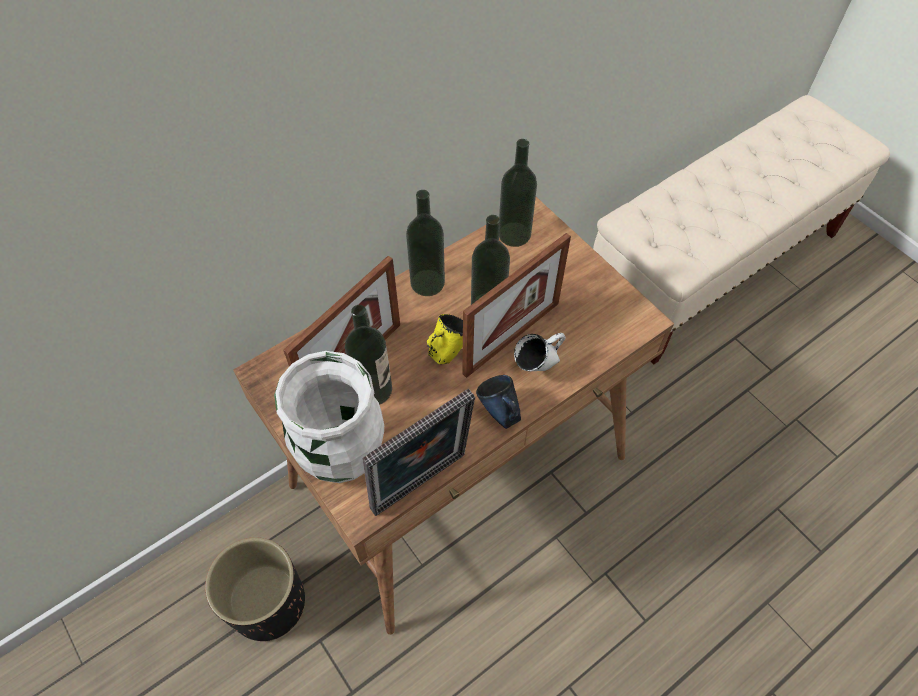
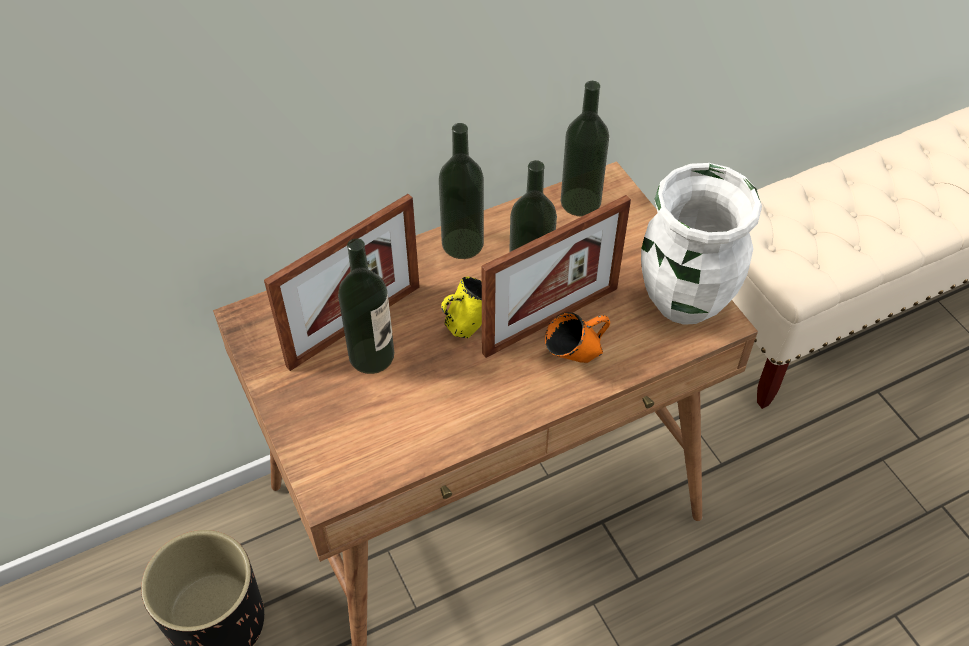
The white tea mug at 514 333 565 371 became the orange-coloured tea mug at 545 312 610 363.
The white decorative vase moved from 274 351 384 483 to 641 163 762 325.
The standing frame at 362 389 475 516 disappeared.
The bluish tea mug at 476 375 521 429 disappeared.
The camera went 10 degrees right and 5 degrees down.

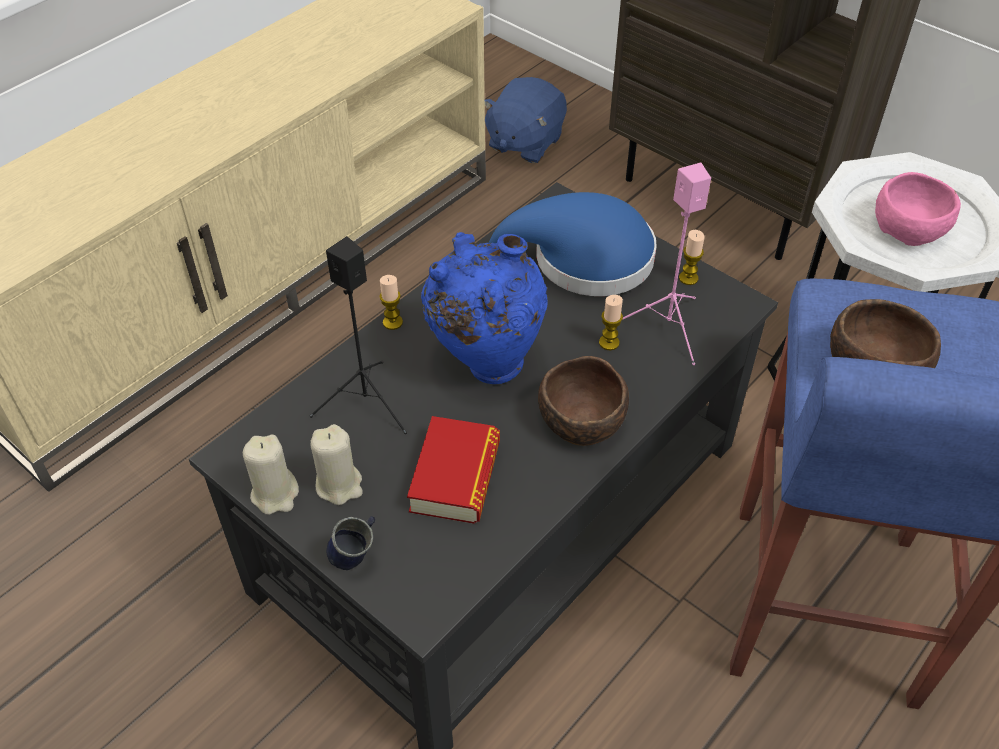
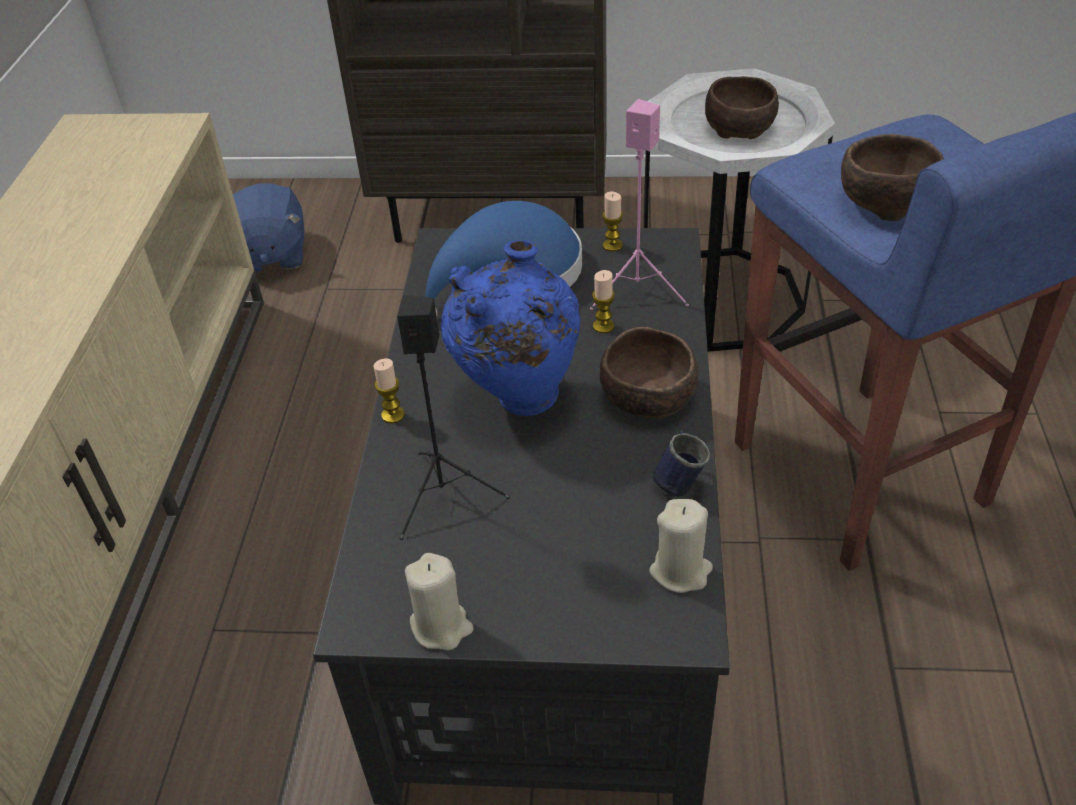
The sand-coloured candle moved from 310 424 363 505 to 649 499 713 593.
The bluish tea mug moved from 326 516 375 570 to 652 430 710 497.
The pinkish deep dish at 875 172 961 246 became the brown deep dish at 705 76 779 139.
The book at 407 416 500 524 disappeared.
The camera went 35 degrees left and 5 degrees down.

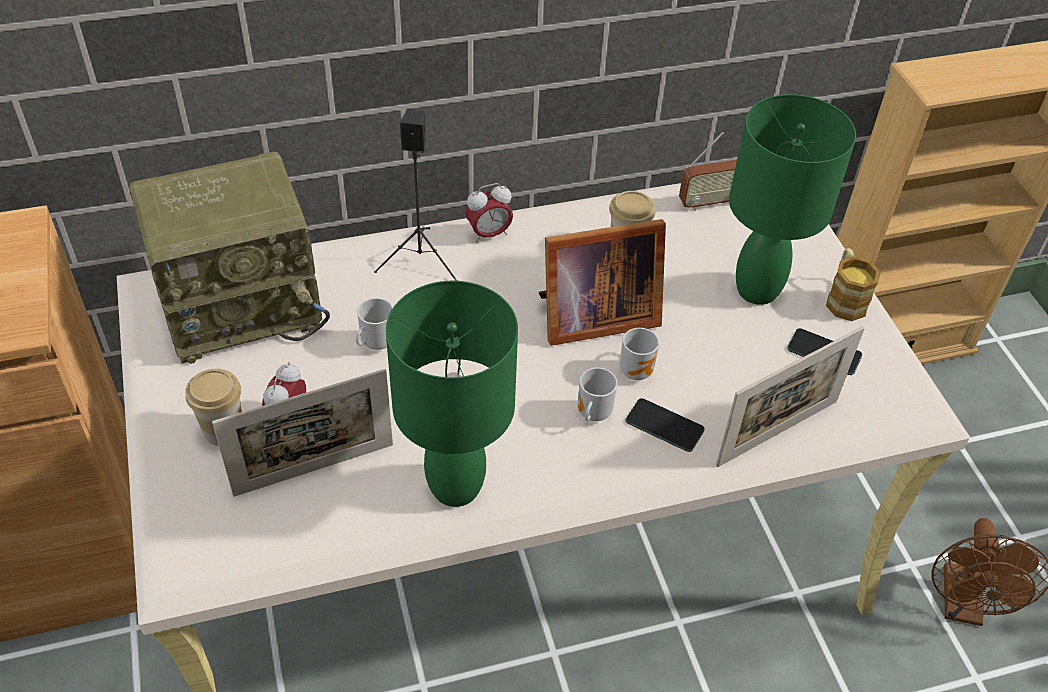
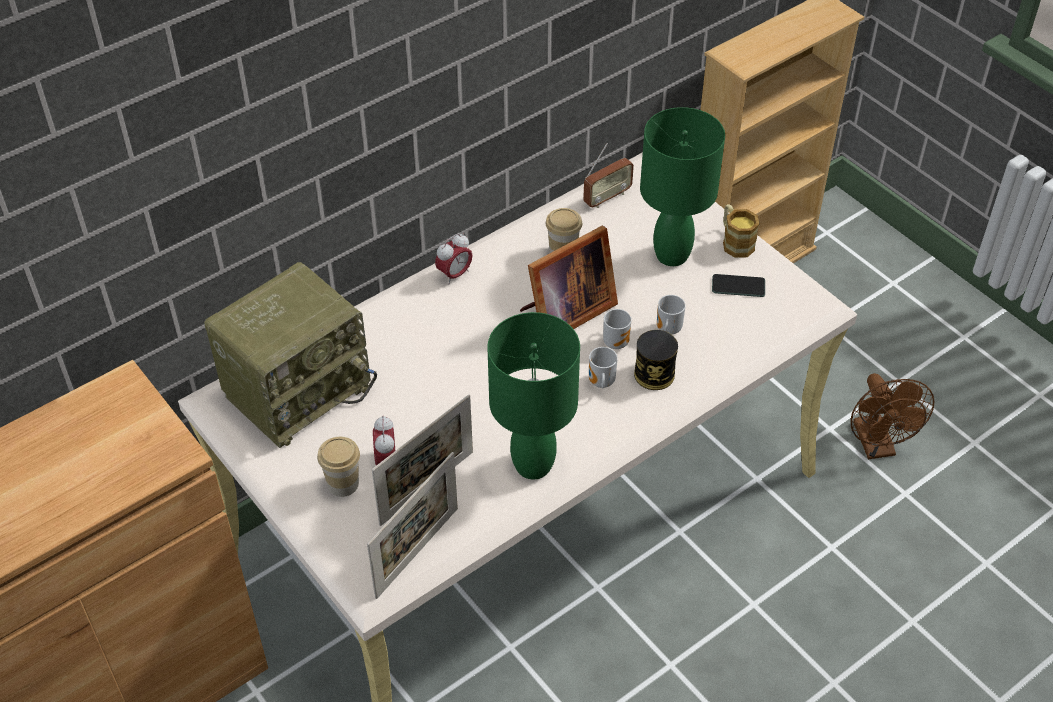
The standing frame moved from 716 326 865 467 to 367 452 458 599.
The phone at 626 398 705 452 was replaced by the can at 634 330 678 390.
The tea mug moved from 356 298 393 350 to 657 295 686 335.
The black audio speaker at 374 110 458 281 disappeared.
The camera went 20 degrees left and 0 degrees up.

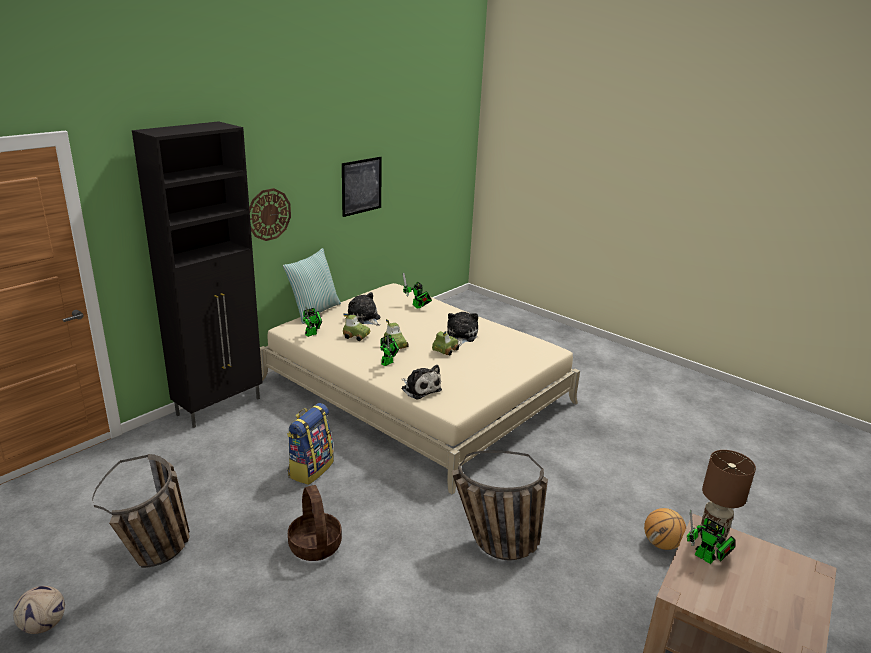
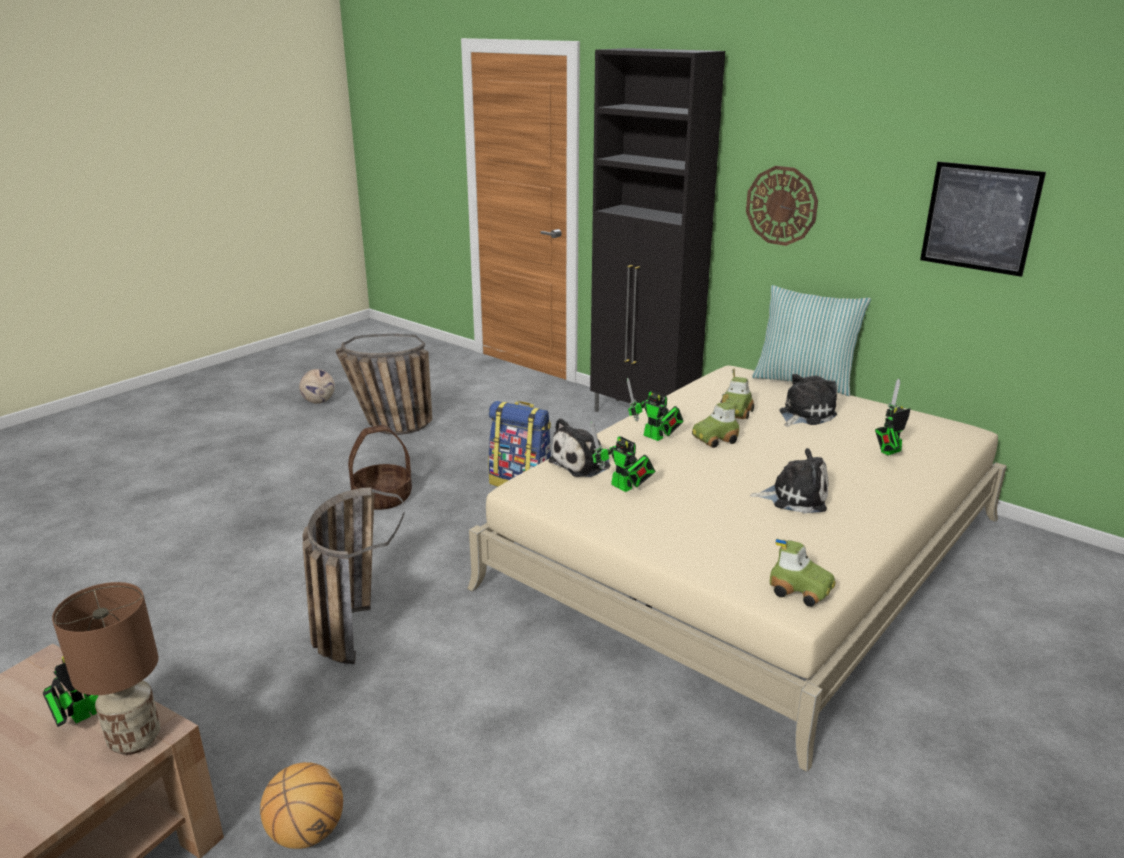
The model robot moved from 303 307 322 337 to 590 421 655 492.
The model car moved from 432 331 459 356 to 770 539 836 607.
The camera went 90 degrees right and 0 degrees up.

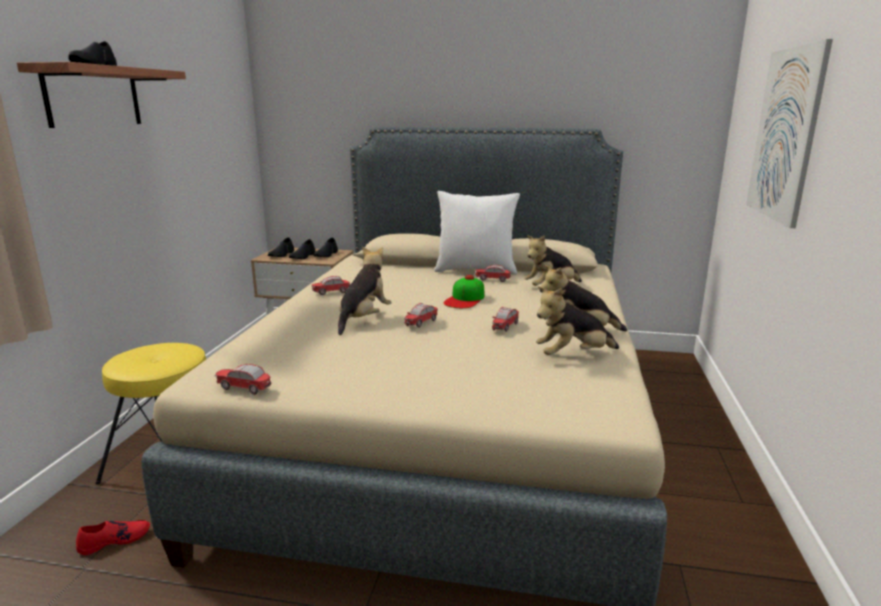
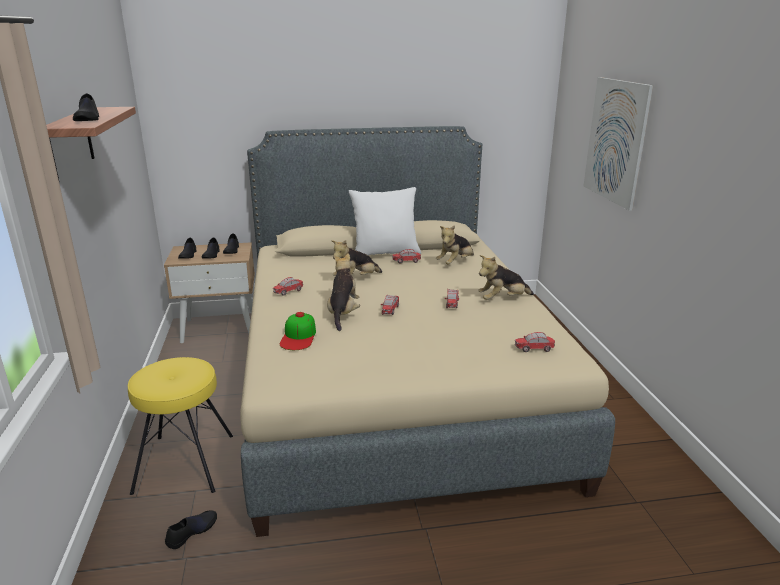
The red-coloured shoe at 76 520 150 555 became the black shoe at 165 510 217 549.
The peaked cap moved from 443 275 484 308 to 280 312 316 350.
The cuddly toy moved from 536 286 619 355 to 331 240 382 276.
The model car moved from 215 364 272 395 to 515 332 555 352.
The camera went 20 degrees left and 5 degrees up.

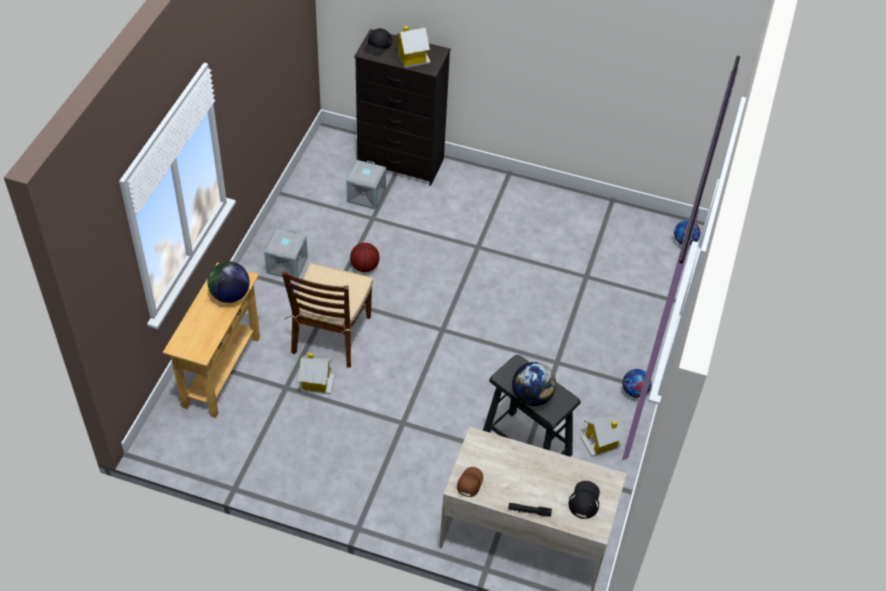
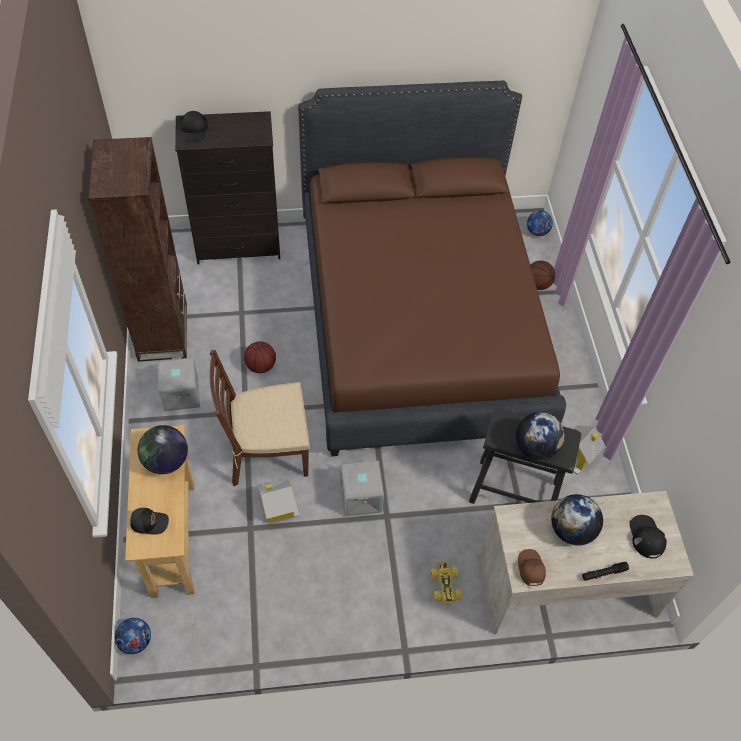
The brown bookshelf at 88 137 187 362 appeared.
The ball for football moved from 622 369 652 398 to 115 618 151 654.
The black peaked cap at 130 508 169 535 appeared.
The brown plain chair at 282 263 373 368 turned 90 degrees clockwise.
The brown sleeping bed at 298 81 566 456 appeared.
The grey storage box moved from 346 160 386 210 to 340 460 384 517.
The yellow model car at 431 562 462 603 appeared.
The basketball at 530 261 555 290 appeared.
The desk globe at 551 494 603 546 appeared.
The toy house at 395 26 430 68 disappeared.
The camera went 25 degrees left and 5 degrees up.

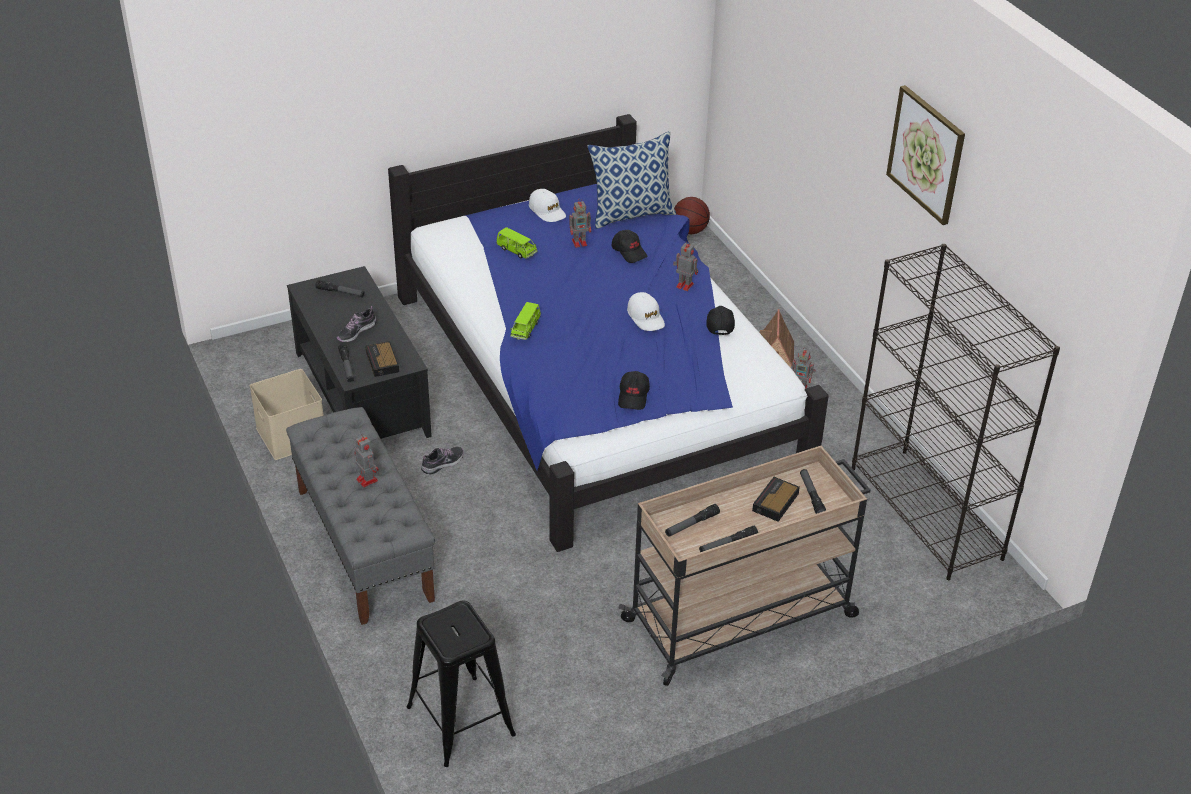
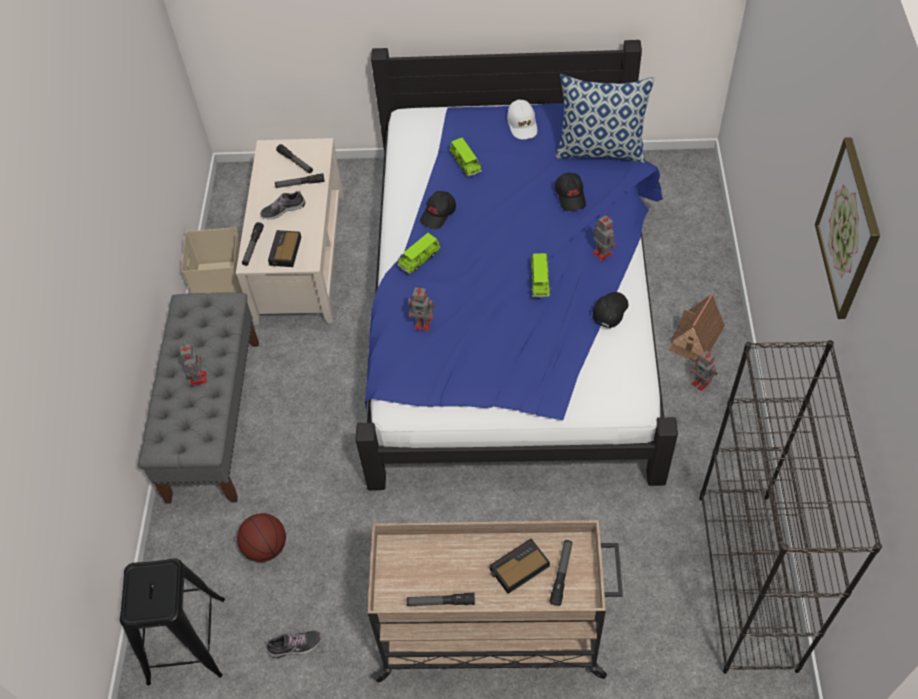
The black coffee table at 287 266 432 439 became the sand-coloured coffee table at 236 138 344 325.
The basketball moved from 674 197 710 234 to 237 513 286 562.
The shoe moved from 421 447 464 474 to 267 631 322 658.
The hand torch moved from 665 504 720 537 to 275 173 325 188.
The model robot moved from 569 198 591 248 to 408 287 436 331.
The black peaked cap moved from 618 371 650 410 to 420 191 456 229.
The white peaked cap at 627 292 665 331 was replaced by the greenish model car at 531 253 551 298.
The camera went 30 degrees right and 15 degrees up.

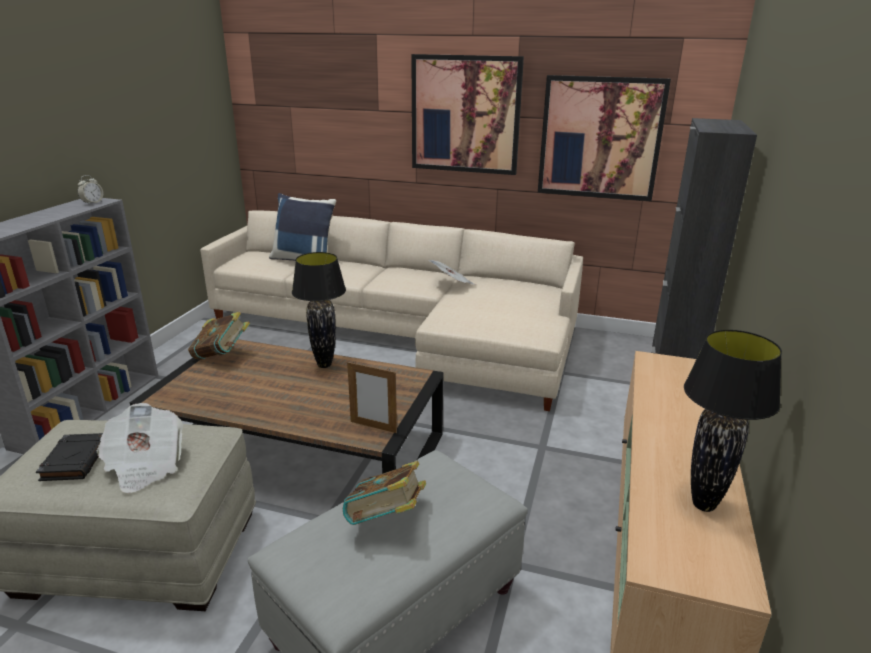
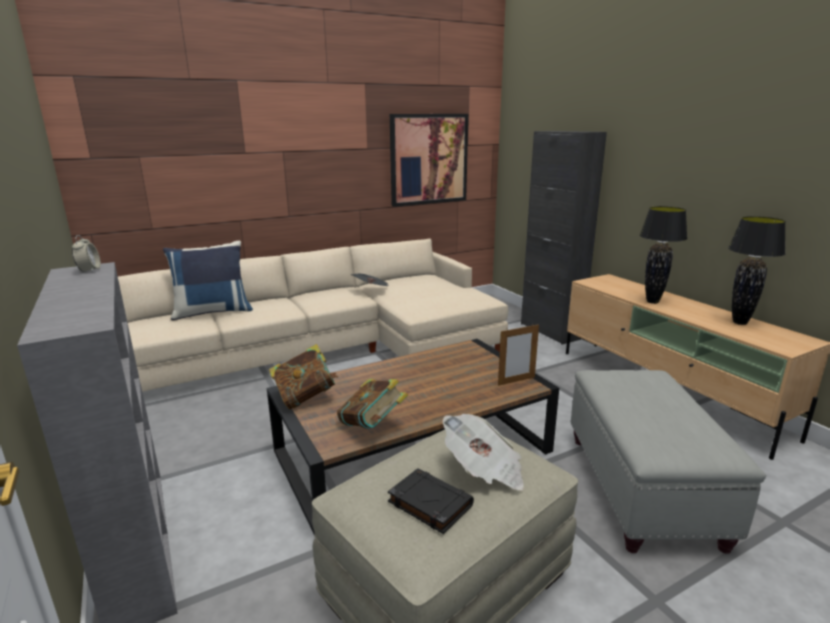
The book moved from 343 461 426 525 to 337 379 408 429.
The black lamp for a table moved from 292 252 346 368 to 640 206 687 304.
The wall picture at 411 54 524 175 disappeared.
The camera went 45 degrees left and 5 degrees down.

